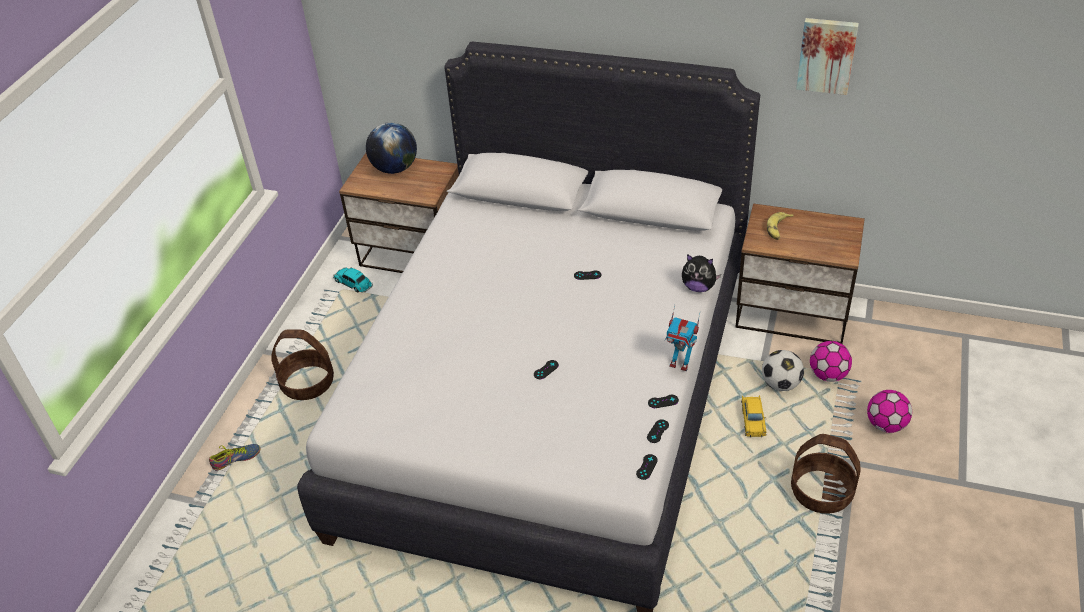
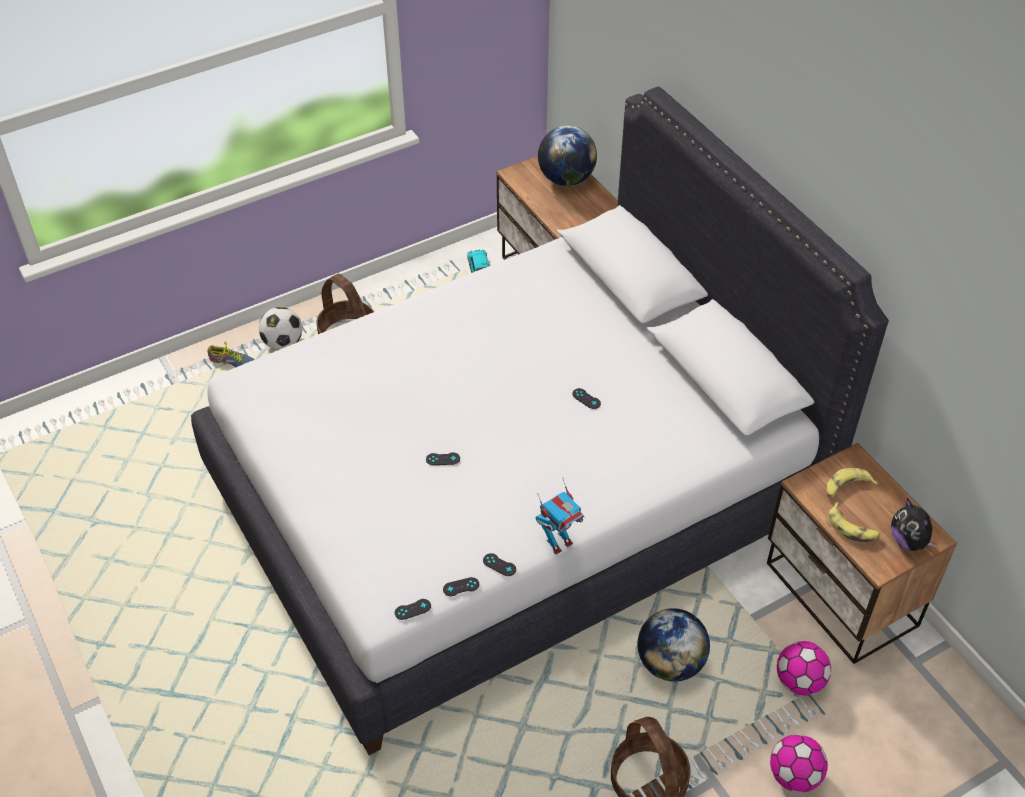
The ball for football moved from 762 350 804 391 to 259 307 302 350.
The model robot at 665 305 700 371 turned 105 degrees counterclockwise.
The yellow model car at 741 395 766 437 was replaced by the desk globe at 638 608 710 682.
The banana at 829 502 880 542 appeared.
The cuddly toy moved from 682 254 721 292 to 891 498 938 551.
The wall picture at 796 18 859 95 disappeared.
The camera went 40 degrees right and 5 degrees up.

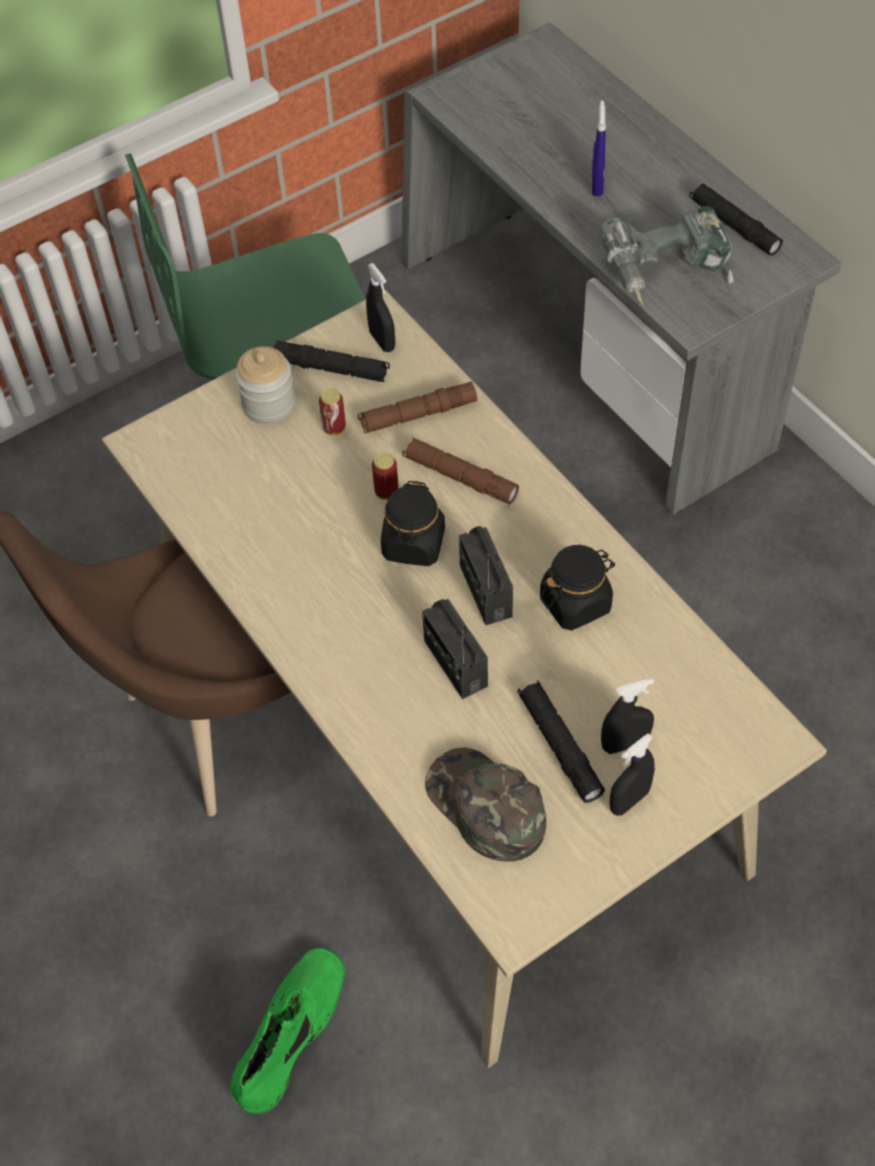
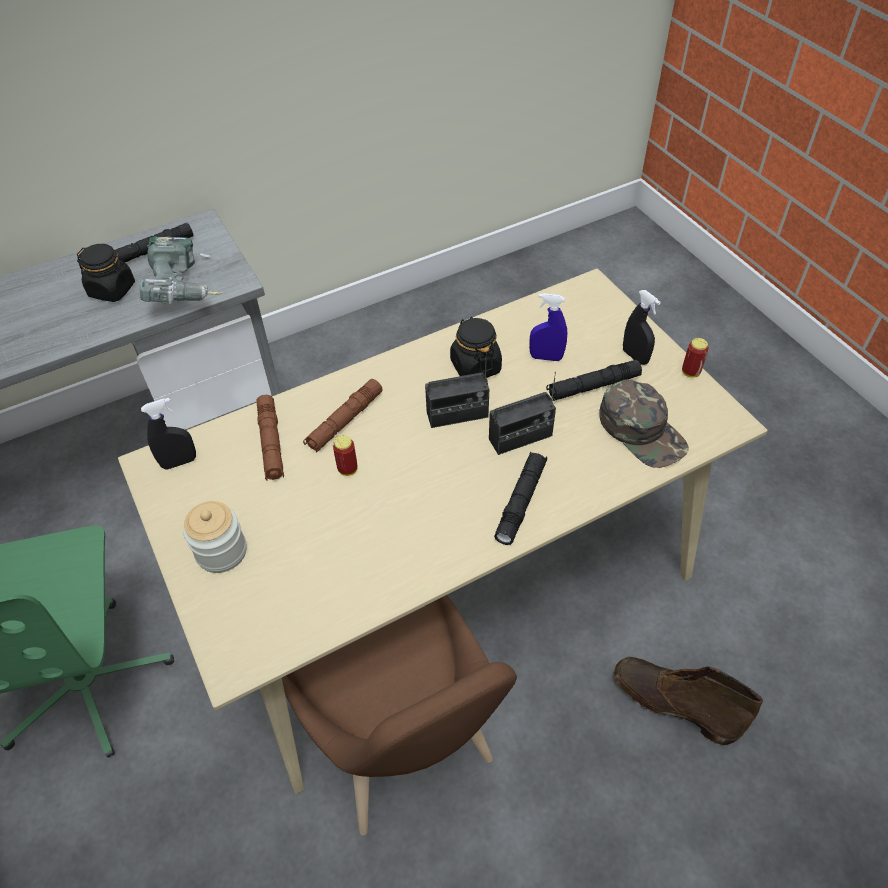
The black storage jar moved from 381 481 445 566 to 77 244 135 302.
The black hand torch moved from 274 341 390 382 to 494 452 547 545.
The bluish sprayer moved from 592 101 606 196 to 529 293 567 361.
The greenish peaked cap at 425 747 546 862 turned 90 degrees counterclockwise.
The greenish high-top boot at 230 948 345 1114 became the brown high-top boot at 614 657 763 745.
The can moved from 319 388 346 436 to 682 338 709 378.
The black sprayer at 601 678 654 754 disappeared.
The camera went 85 degrees left and 5 degrees down.

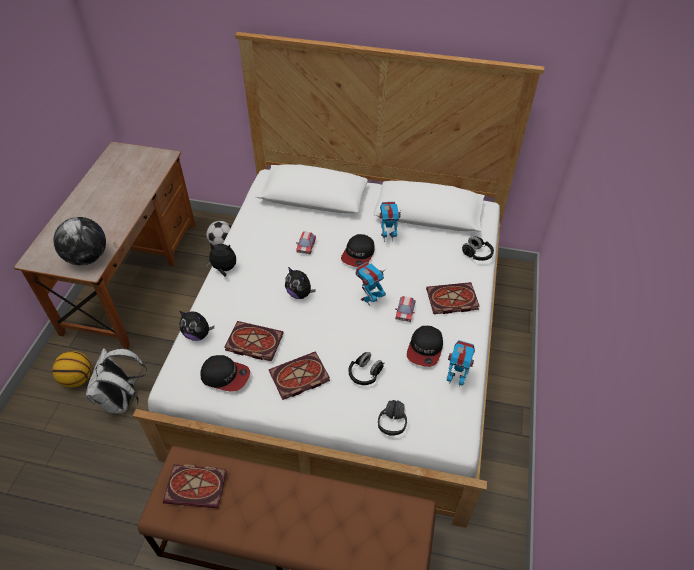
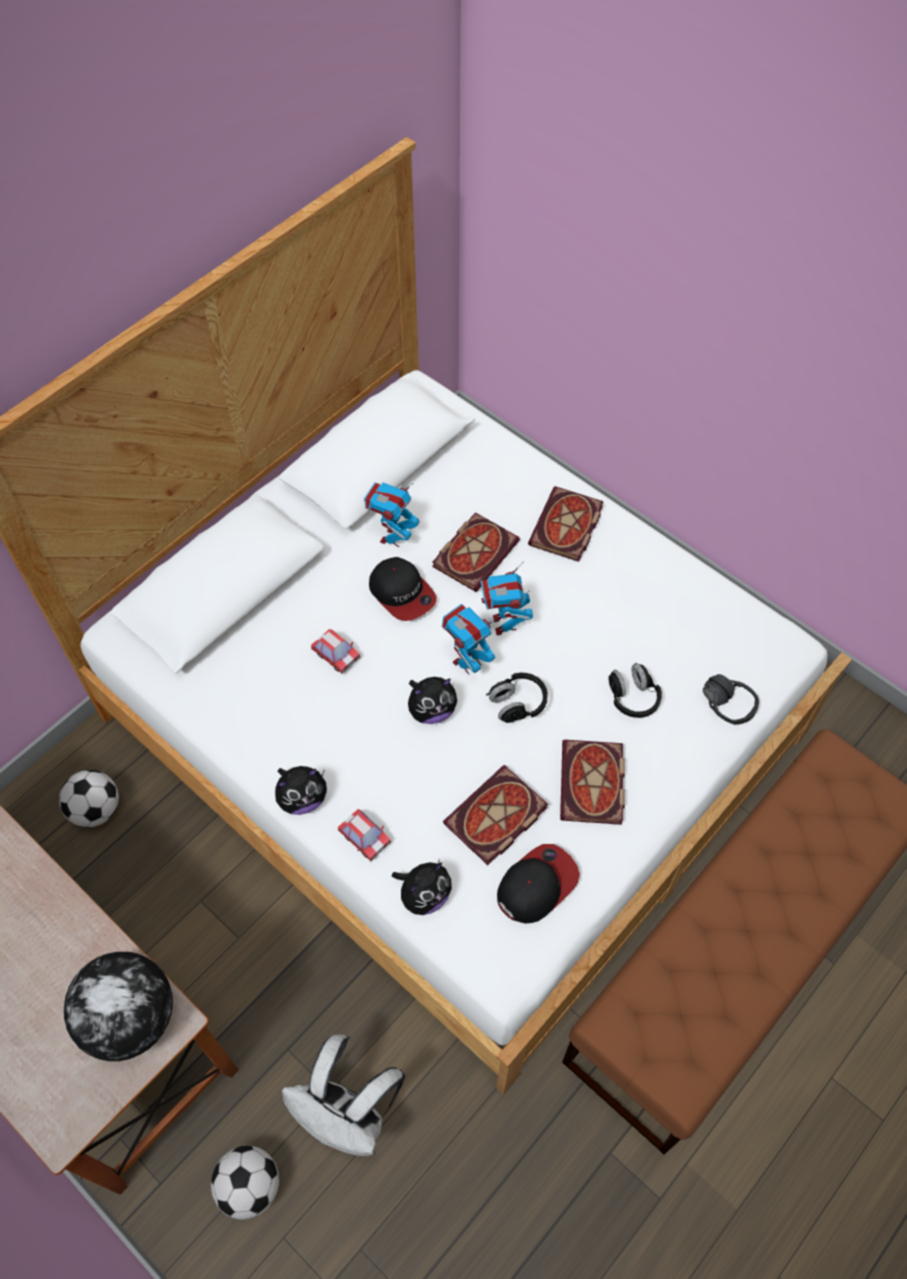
The basketball at 52 351 91 387 was replaced by the ball for football at 211 1146 279 1220.
The cuddly toy at 206 243 236 277 turned 150 degrees counterclockwise.
The model car moved from 395 296 415 322 to 338 809 391 862.
The book moved from 163 464 227 509 to 432 512 520 592.
The model robot moved from 447 340 475 387 to 442 604 495 674.
The black headset moved from 462 236 494 261 to 486 673 548 723.
The peaked cap at 407 326 443 367 disappeared.
The camera went 60 degrees left and 10 degrees up.

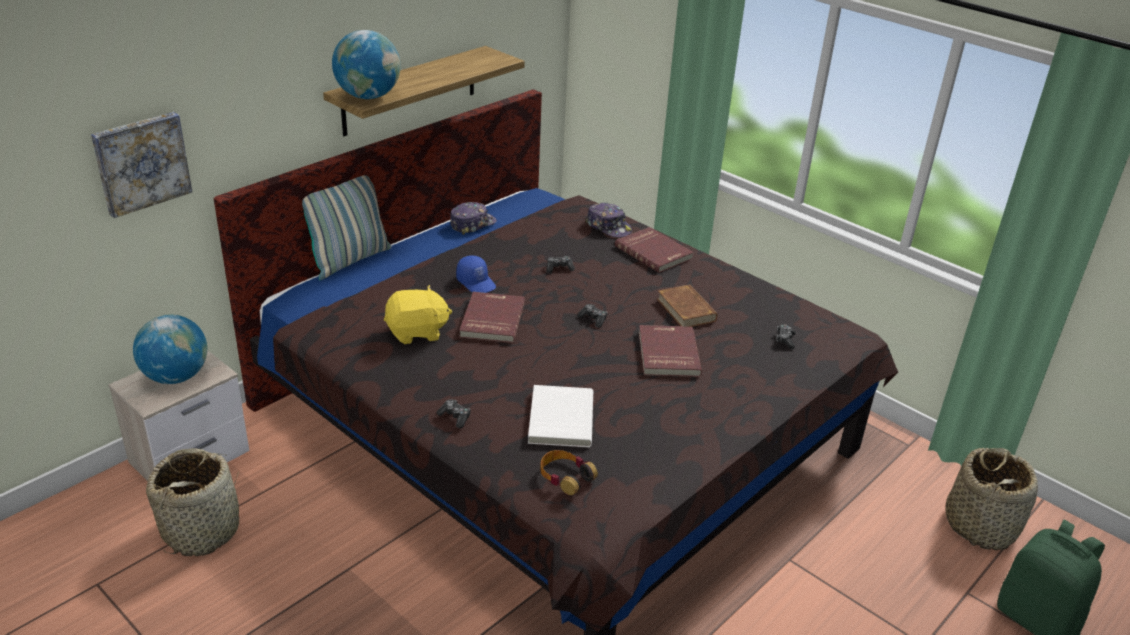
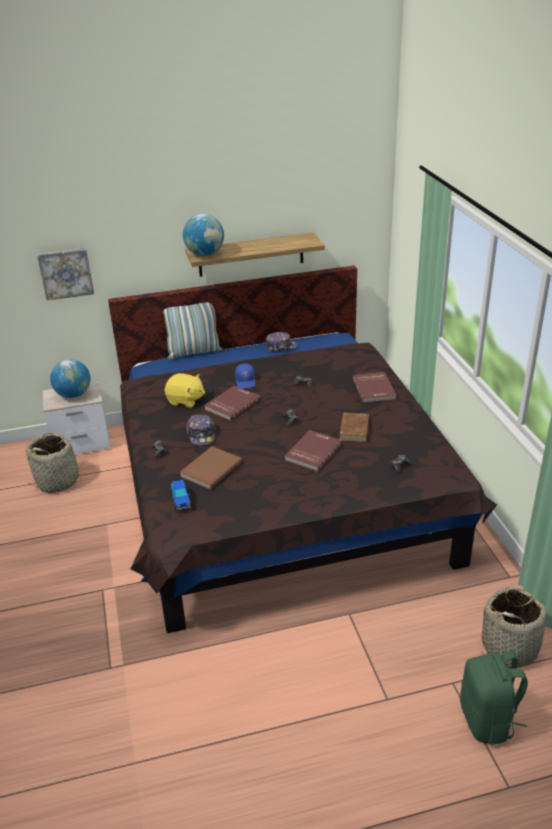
The headset at 541 450 598 495 was replaced by the model car at 170 480 192 511.
The white book at 528 385 593 448 became the brown book at 180 446 242 490.
The peaked cap moved from 585 203 632 238 to 187 415 216 446.
The camera went 35 degrees right and 0 degrees up.

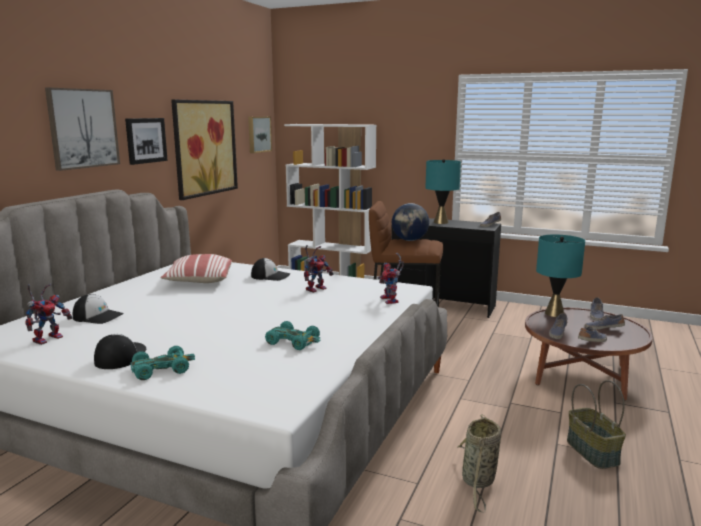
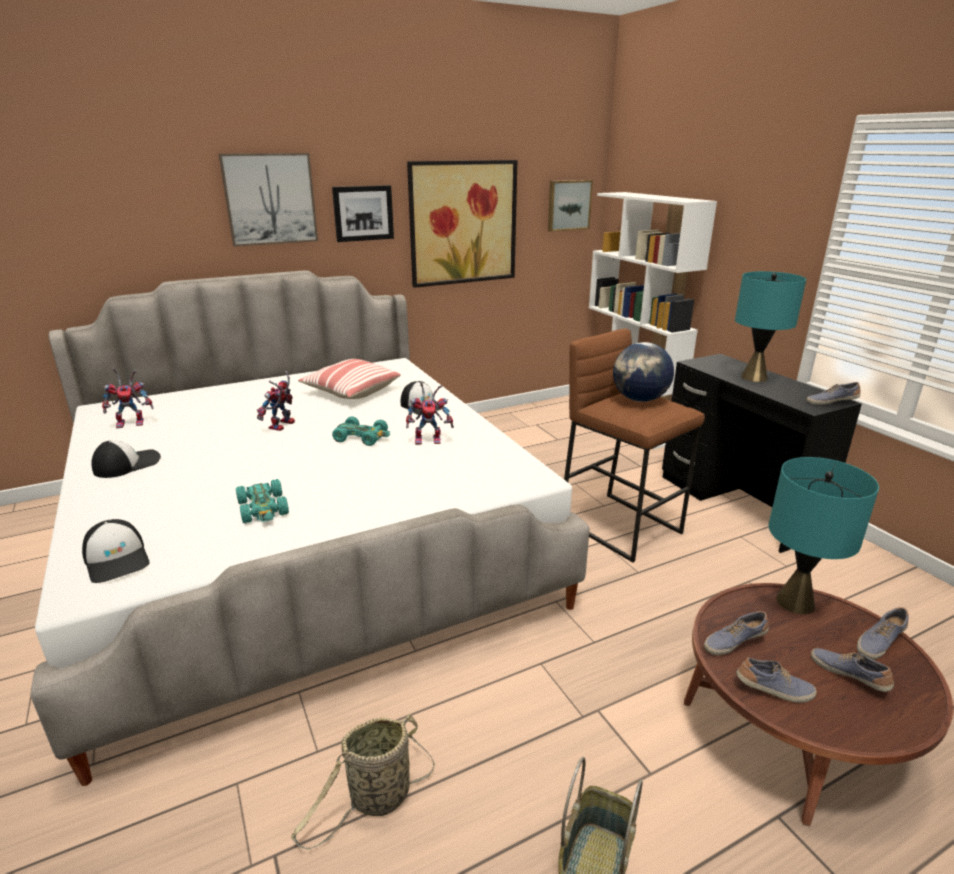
The peaked cap moved from 73 294 124 324 to 82 519 150 583.
The model robot moved from 378 253 404 304 to 257 371 295 431.
The blue-green model car moved from 131 346 195 380 to 332 416 390 446.
The camera went 40 degrees right and 10 degrees up.

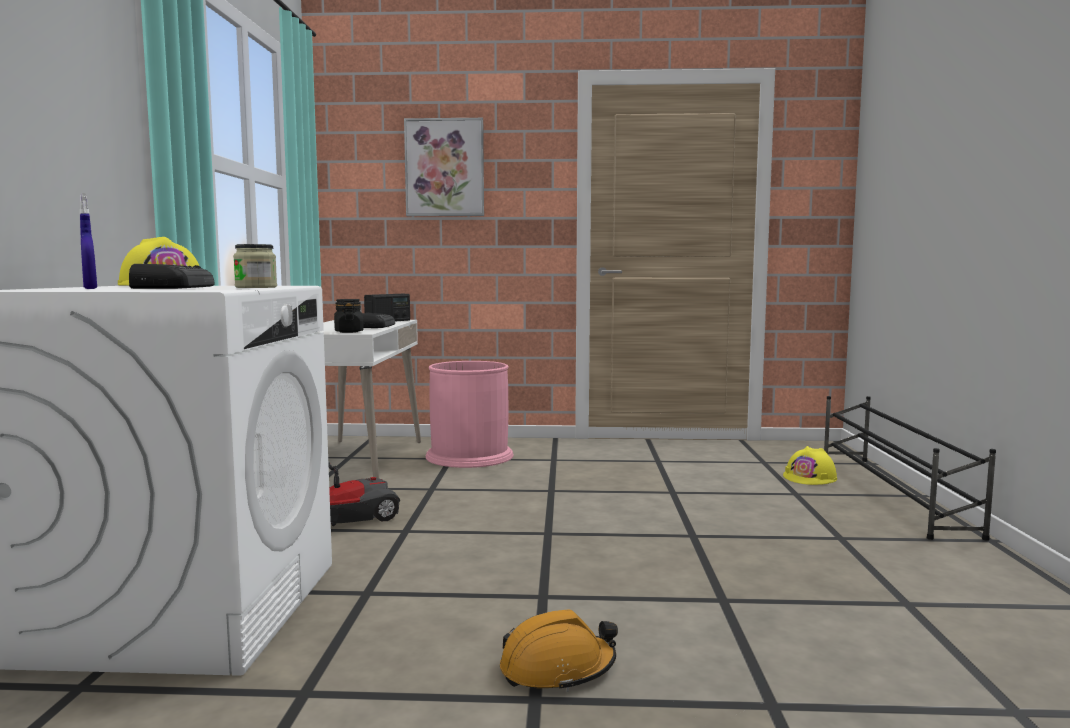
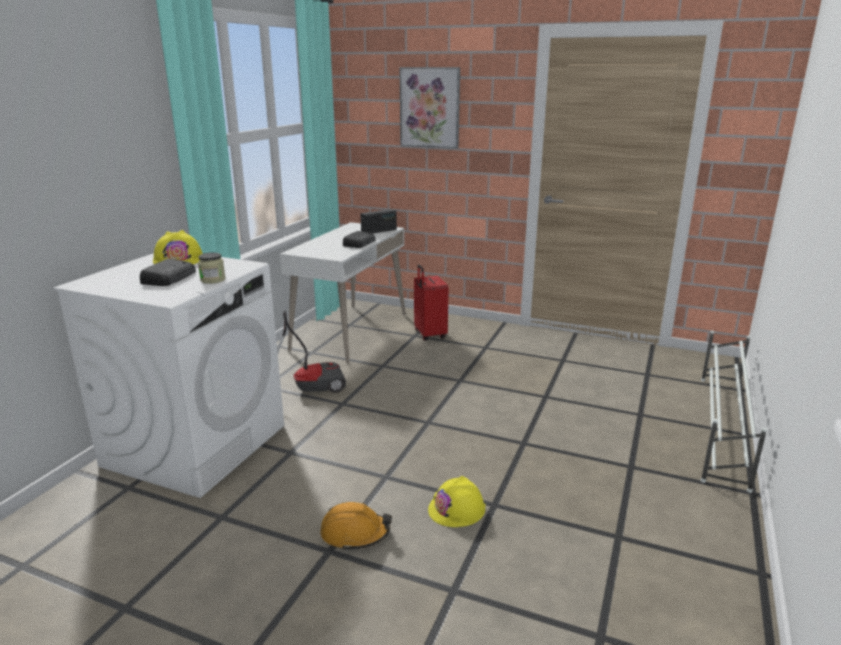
The pinkish trash can at 426 361 514 468 was replaced by the red-coloured piece of luggage at 414 265 449 341.
The yellow hard hat moved from 783 446 837 485 to 428 476 485 527.
The black shoe rack at 824 396 996 541 became the white shoe rack at 700 331 767 493.
The bluish sprayer at 80 193 97 289 disappeared.
The black storage jar at 334 299 364 333 disappeared.
The camera went 20 degrees right and 15 degrees up.

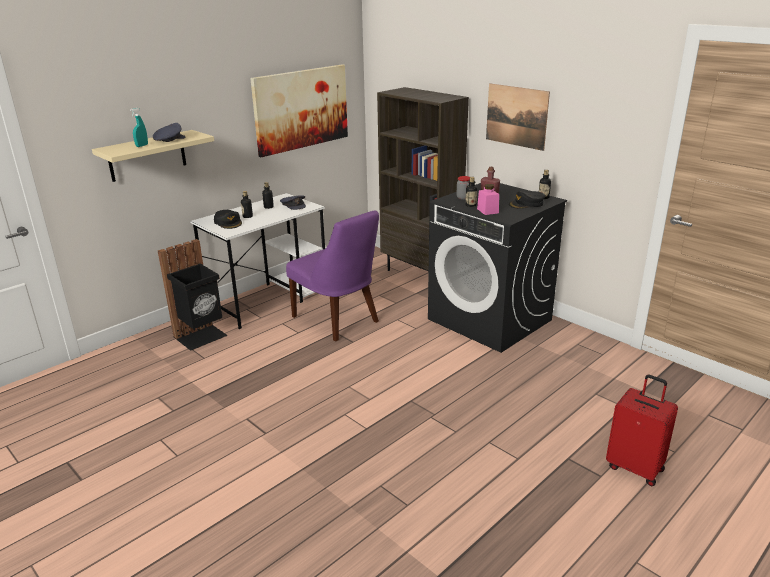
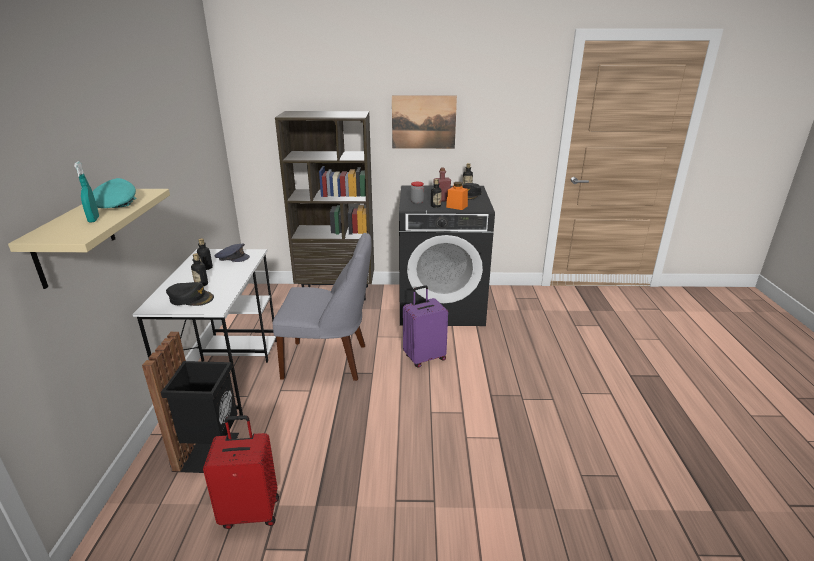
The grey peaked cap at 153 123 186 142 became the blue-green peaked cap at 92 178 137 208.
The red-coloured piece of luggage moved from 606 375 678 486 to 203 415 279 529.
The purple plain chair at 286 210 379 341 became the grey plain chair at 272 233 371 381.
The purple piece of luggage at 403 285 448 368 appeared.
The pinkish storage jar at 477 184 499 215 became the orange-coloured storage jar at 446 182 468 210.
The wall picture at 250 64 348 157 disappeared.
The camera went 45 degrees left and 0 degrees up.

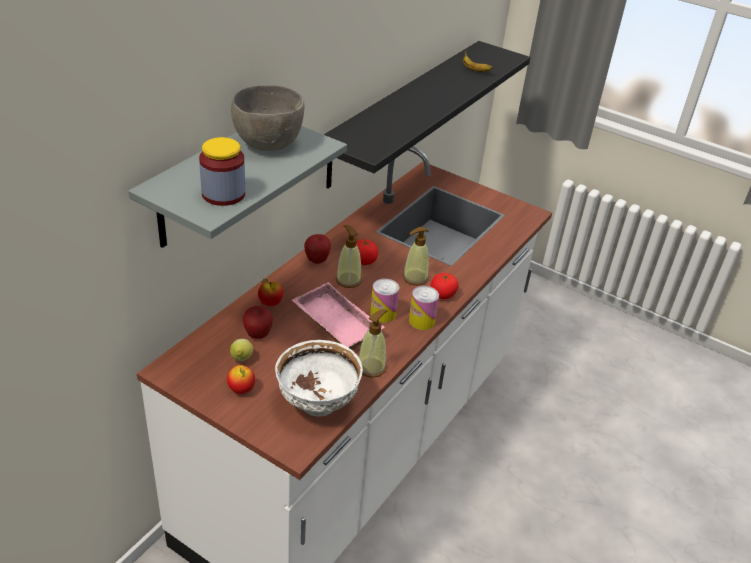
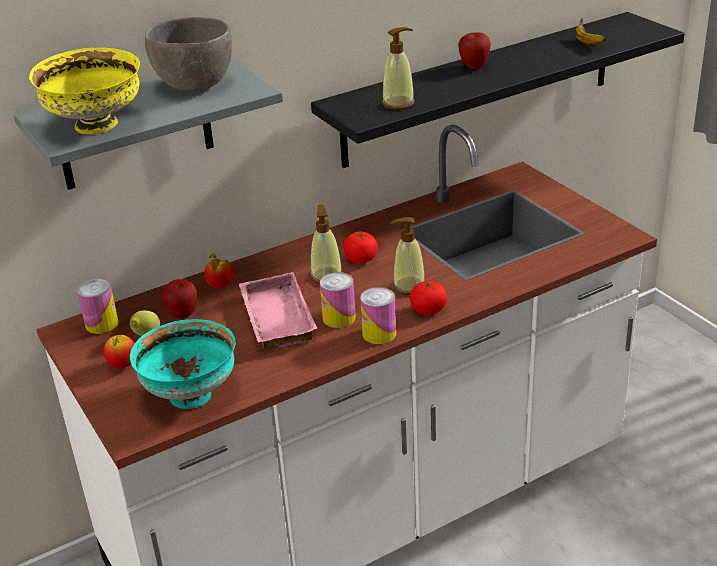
The storage jar at 199 137 245 206 was replaced by the yellow deep dish at 29 48 140 134.
The can at 77 279 119 334 appeared.
The white deep dish at 275 340 363 416 became the blue-green deep dish at 130 319 235 409.
The soap bottle moved from 359 309 387 378 to 382 27 415 110.
The whole apple moved from 304 234 331 264 to 458 32 491 69.
The camera went 30 degrees right and 5 degrees down.

